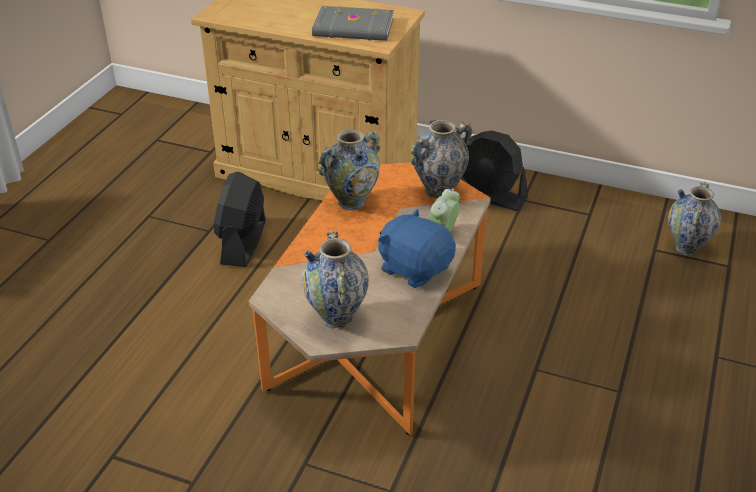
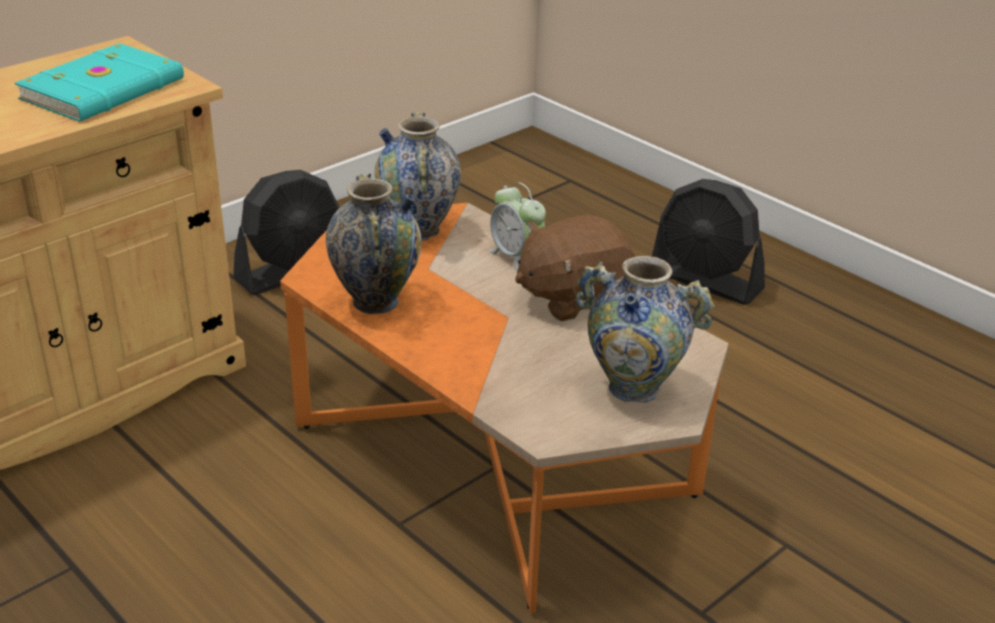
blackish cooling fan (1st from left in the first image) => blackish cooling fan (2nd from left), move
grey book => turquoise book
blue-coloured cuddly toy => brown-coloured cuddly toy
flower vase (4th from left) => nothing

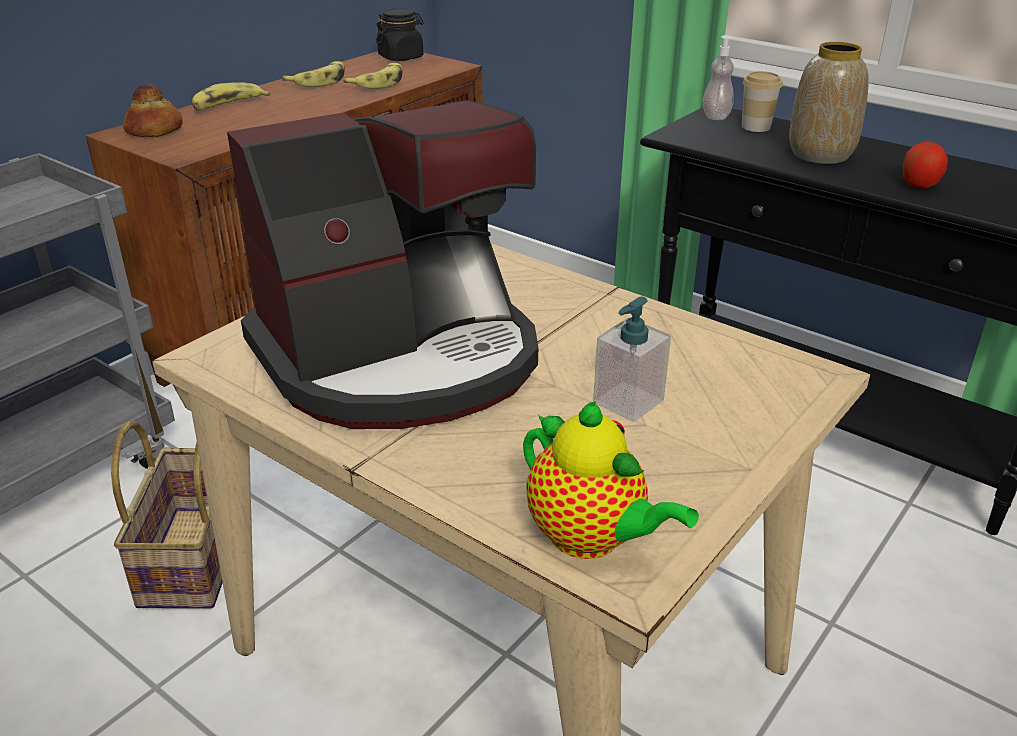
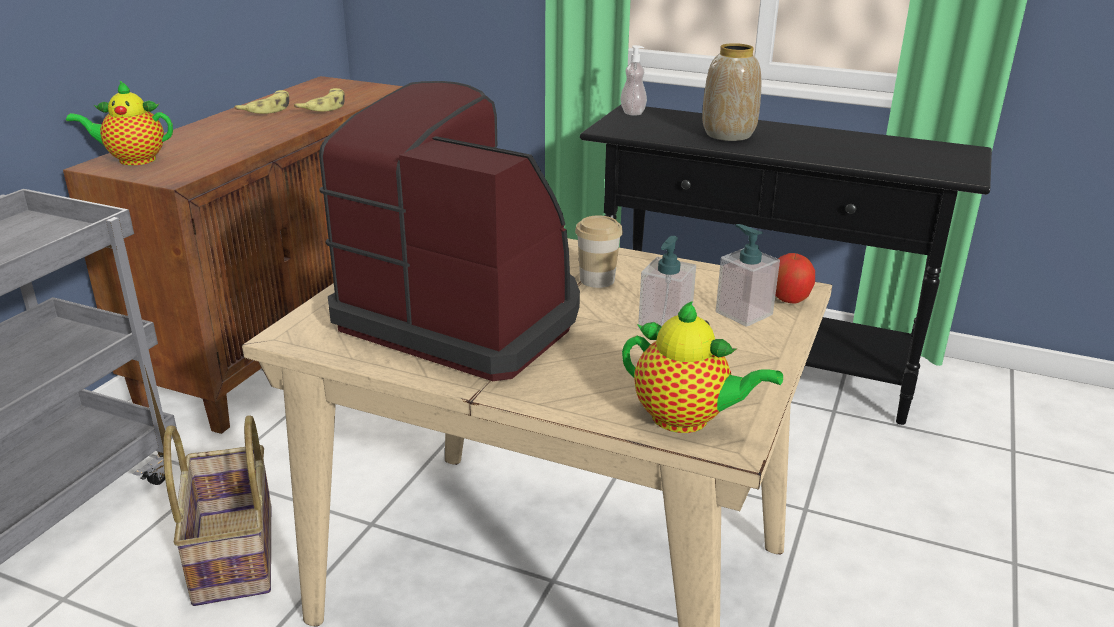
baked bread => pot for tea (1st from left)
whole banana (1st from left) => nothing
coffee machine, 105 degrees counterclockwise
blackish storage jar => nothing
small cup, move
whole apple, move
nothing => soap dispenser (3rd from left)

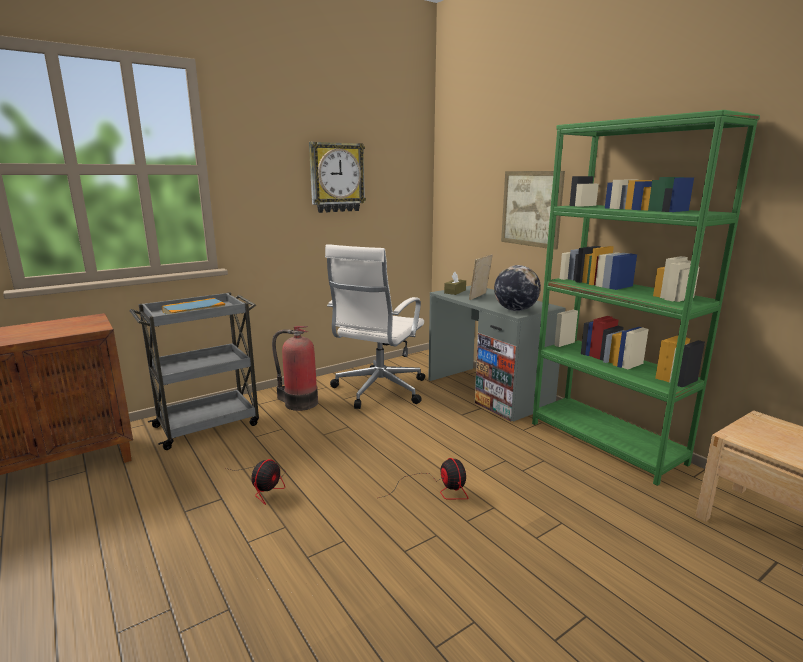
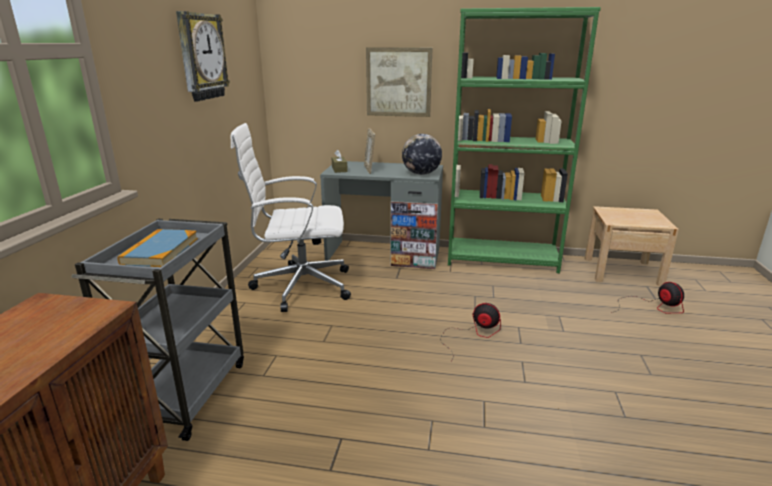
cooling fan (1st from left in the first image) => cooling fan (2nd from left), move
extinguisher => nothing
white office chair, 105 degrees clockwise

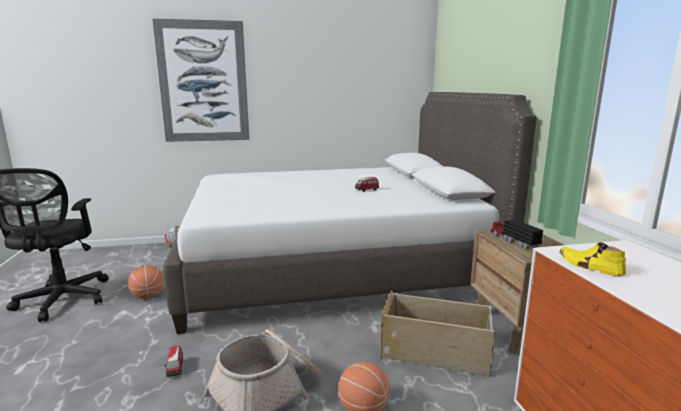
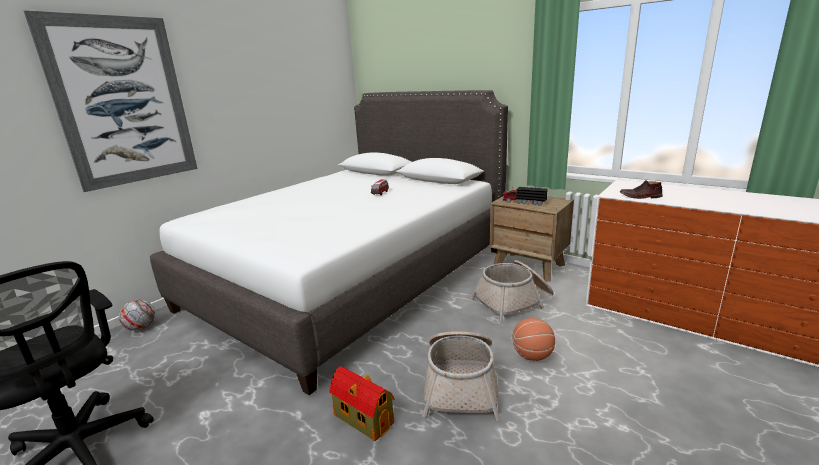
basketball (1st from left) => nothing
miniature car (1st from left) => model house
sand-coloured storage container => household basket (2nd from left)
yellowish item of footwear => brown-coloured item of footwear

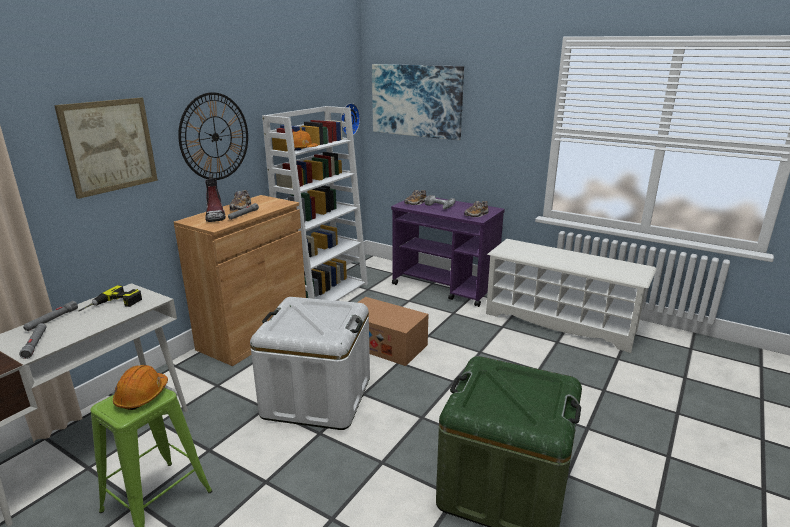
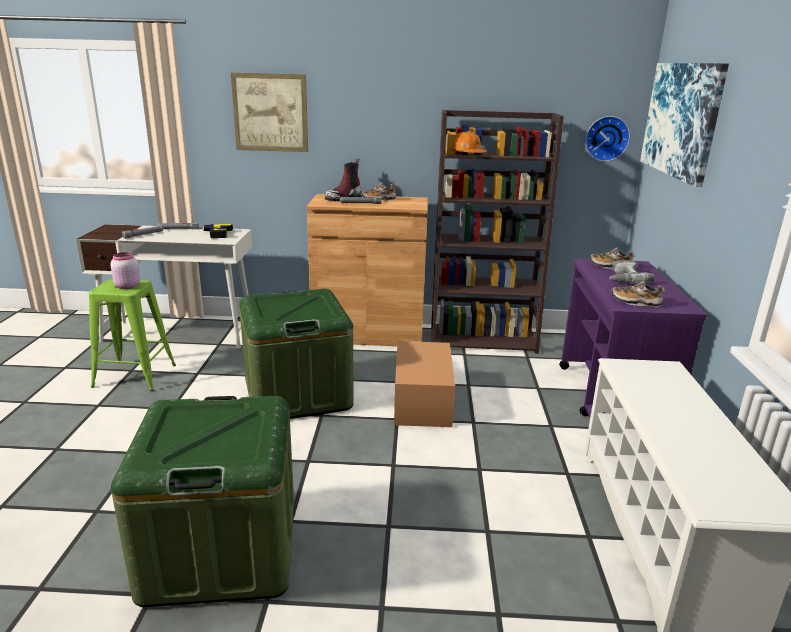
orange hard hat (1st from left) => pinkish storage jar
hanging clock (1st from left) => nothing
white storage container => greenish storage container (2nd from left)
white bookcase => brown-coloured bookcase

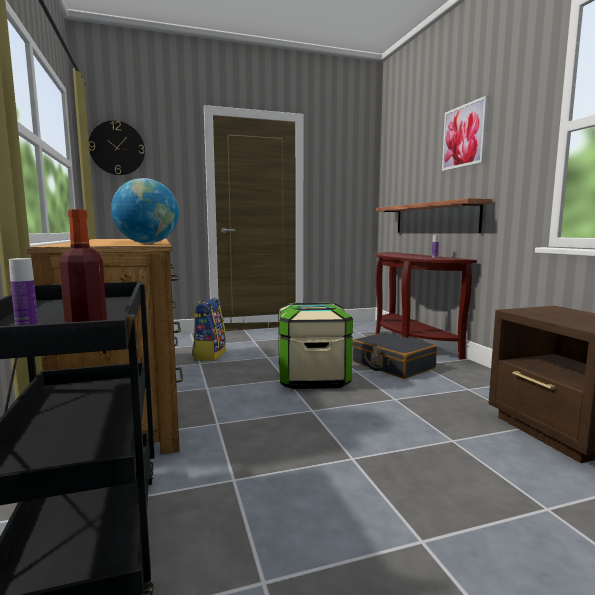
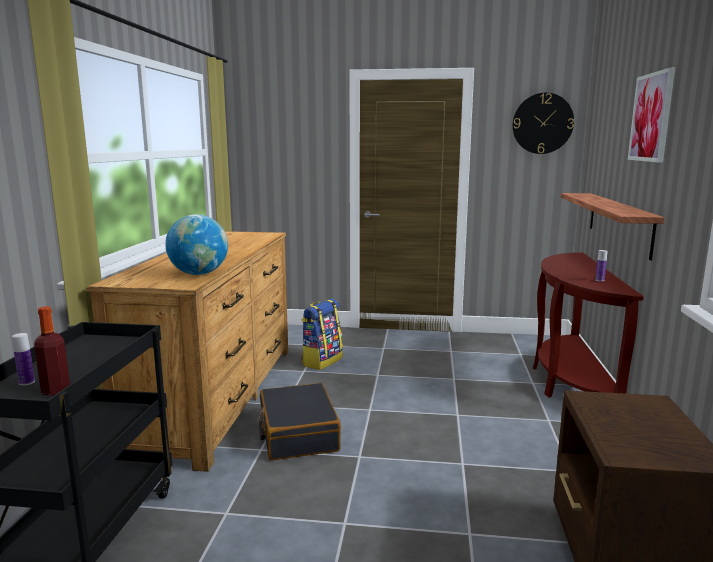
hanging clock, move
storage container => nothing
blackish suitcase, move

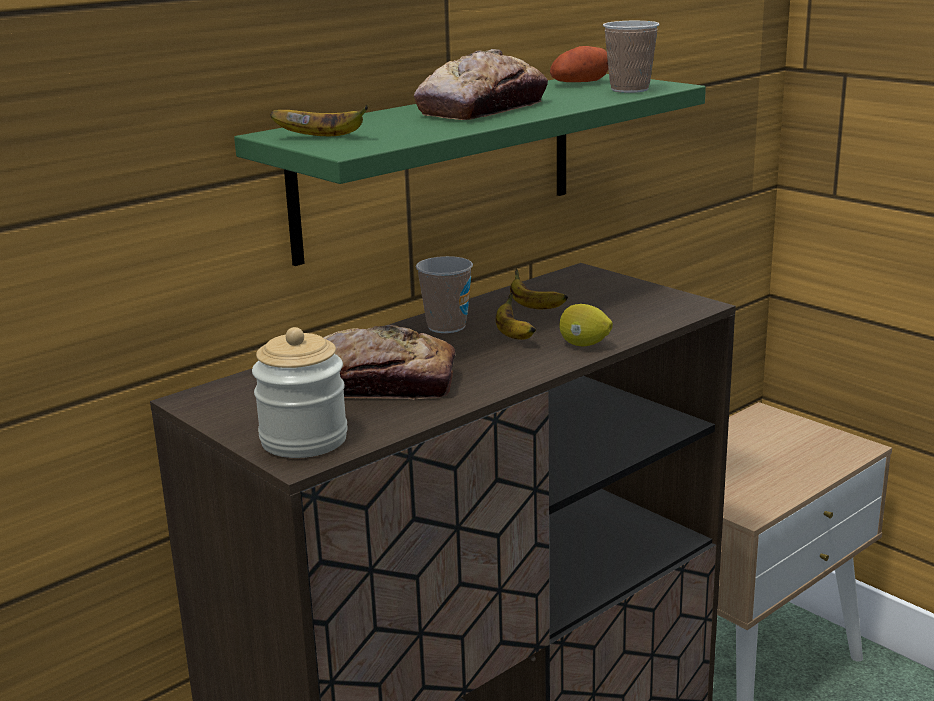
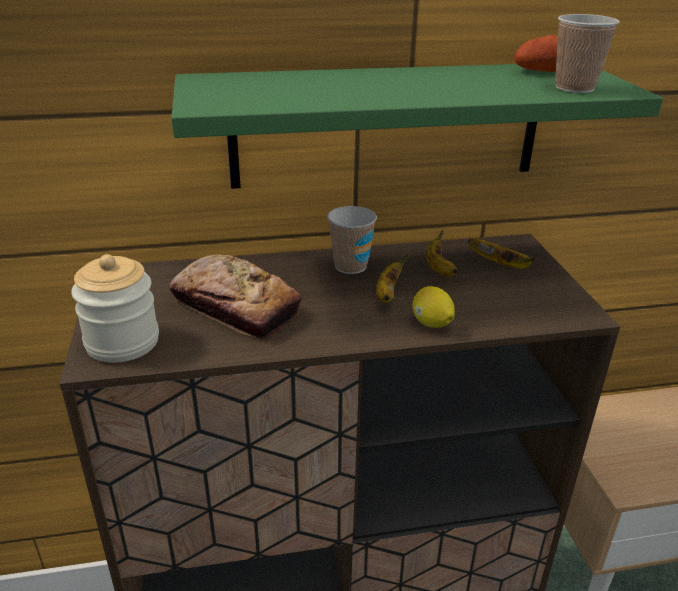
whole banana (1st from left in the first image) => whole banana (3rd from left), move
baked bread (2nd from left) => nothing

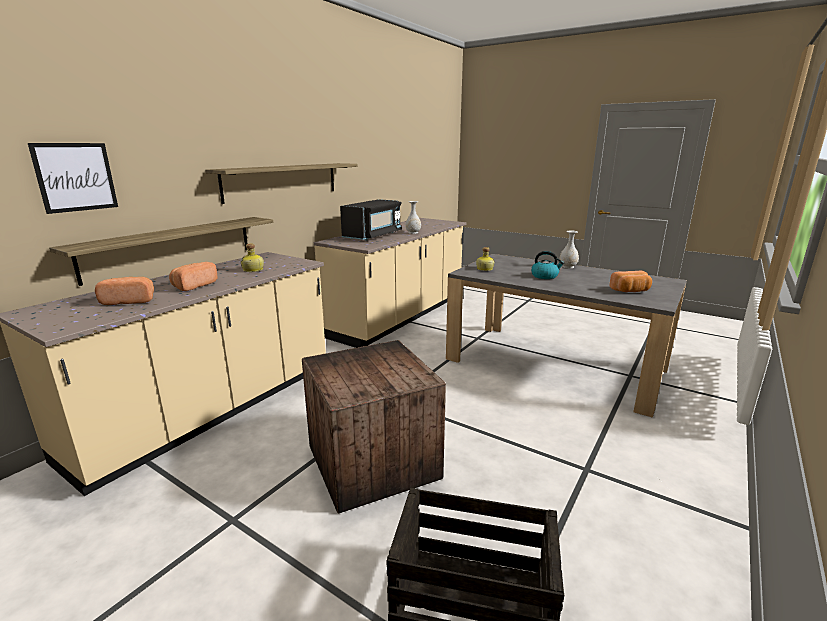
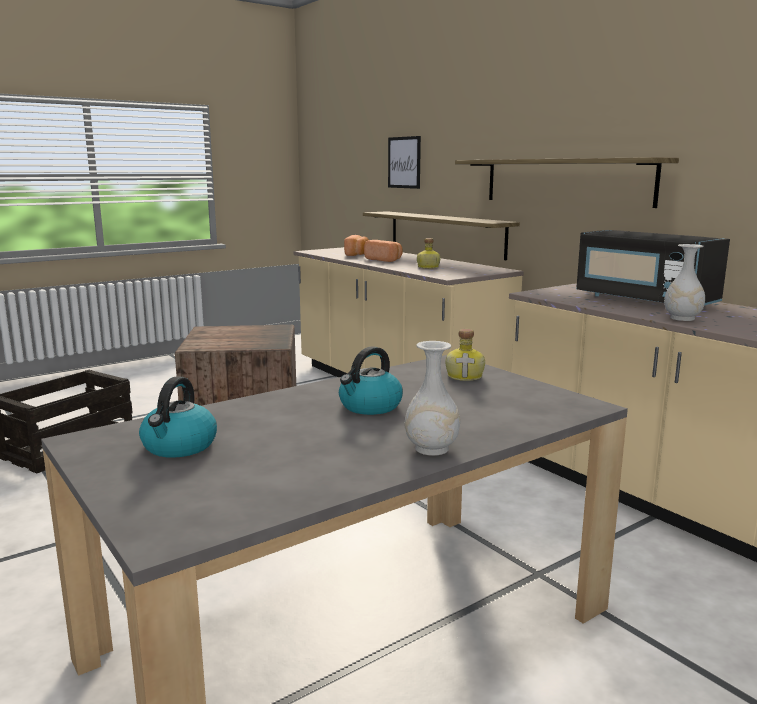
baked bread (3rd from left) => water kettle (1st from left)

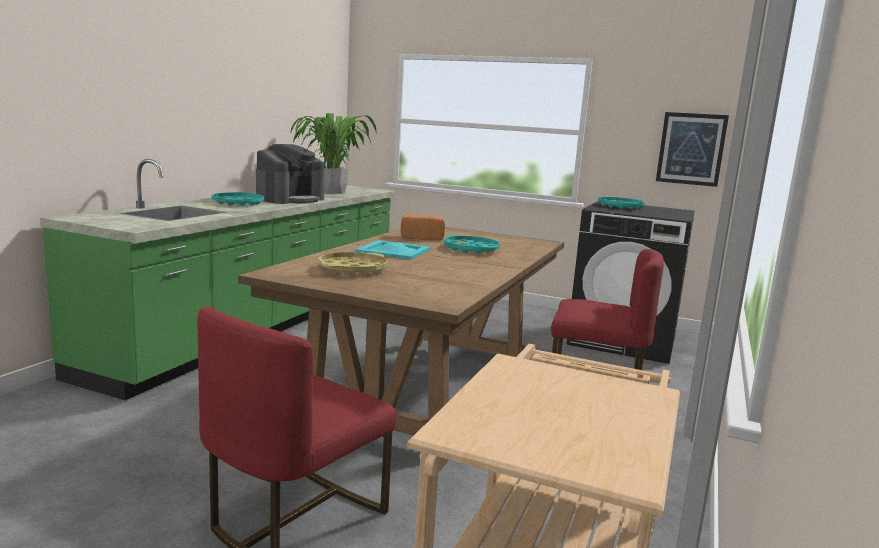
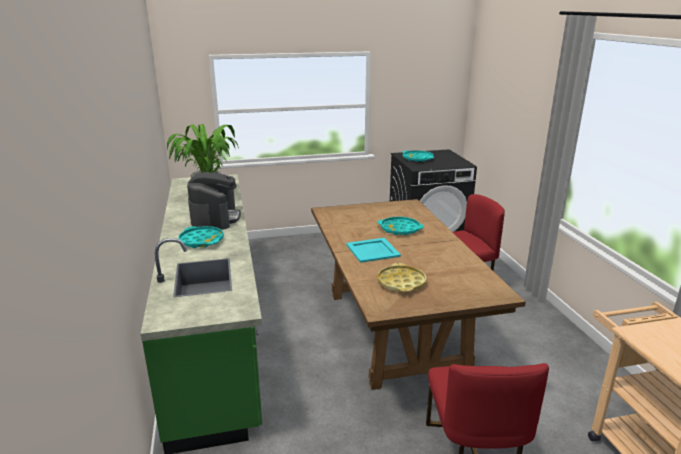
baked bread => nothing
picture => nothing

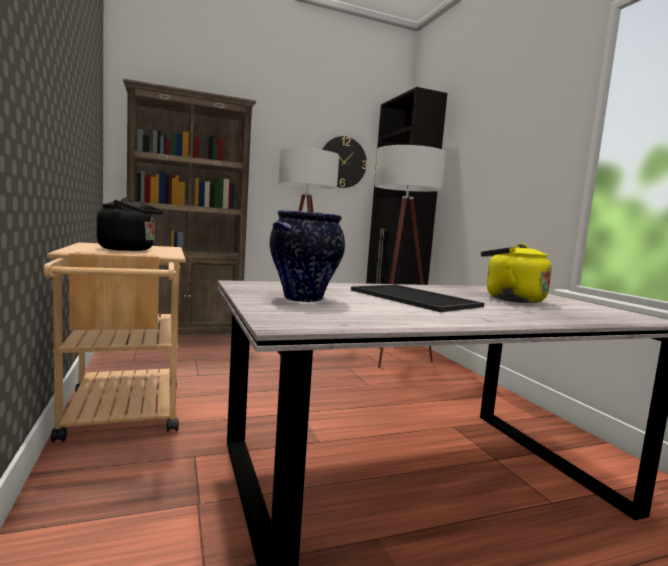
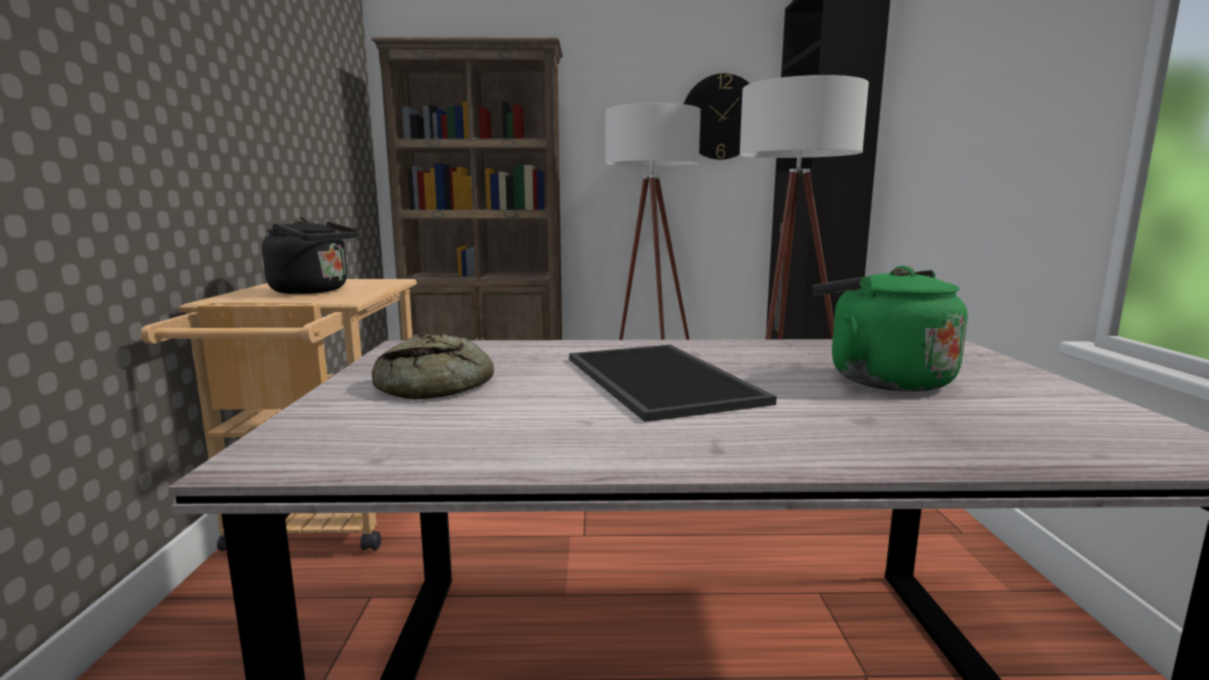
flower vase => baked bread
yellowish water kettle => greenish water kettle

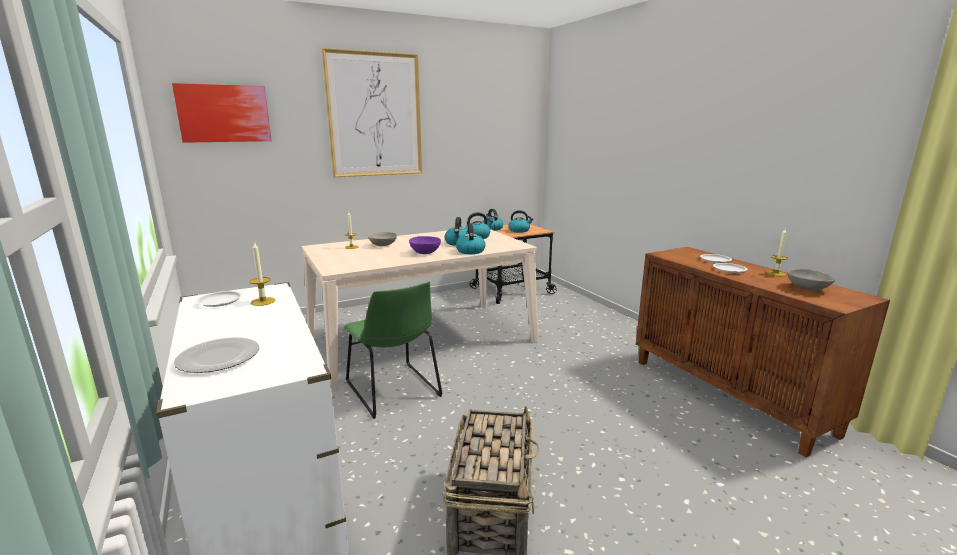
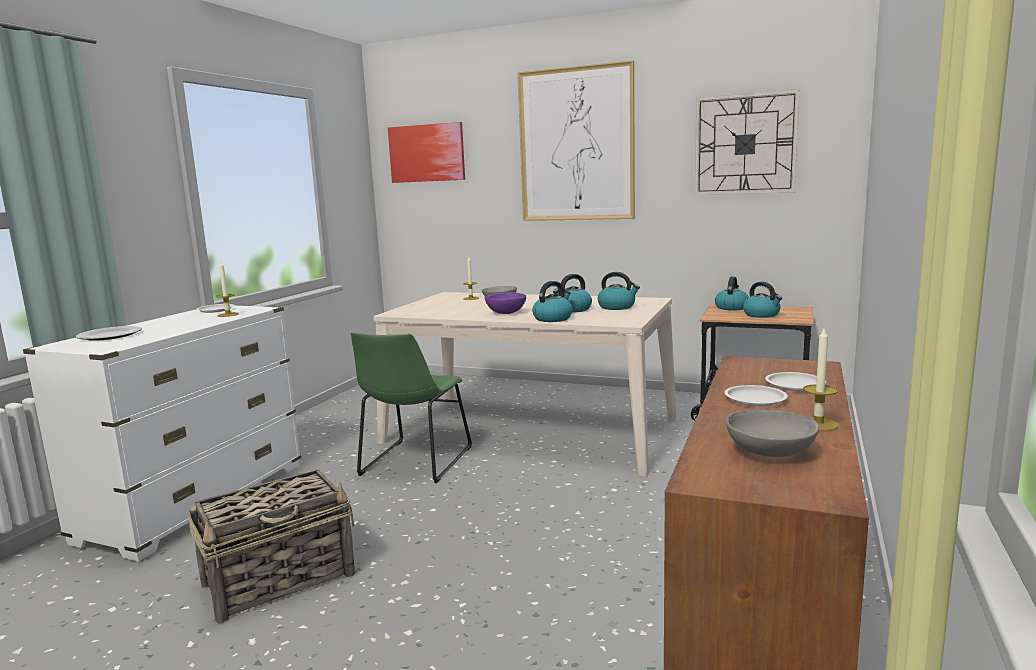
nothing => hanging clock

